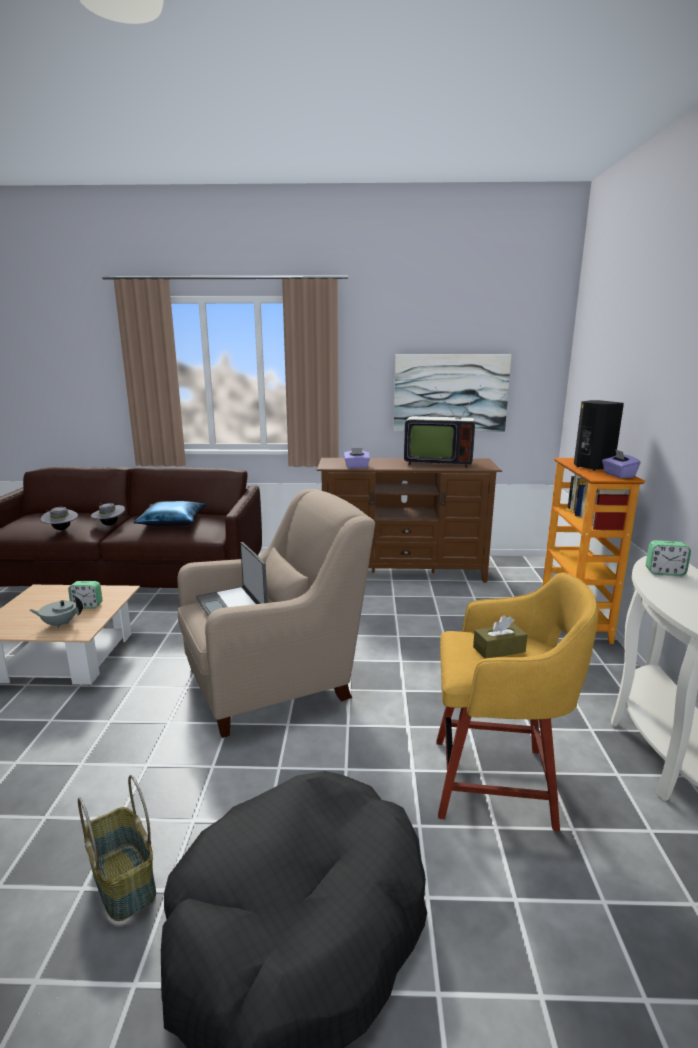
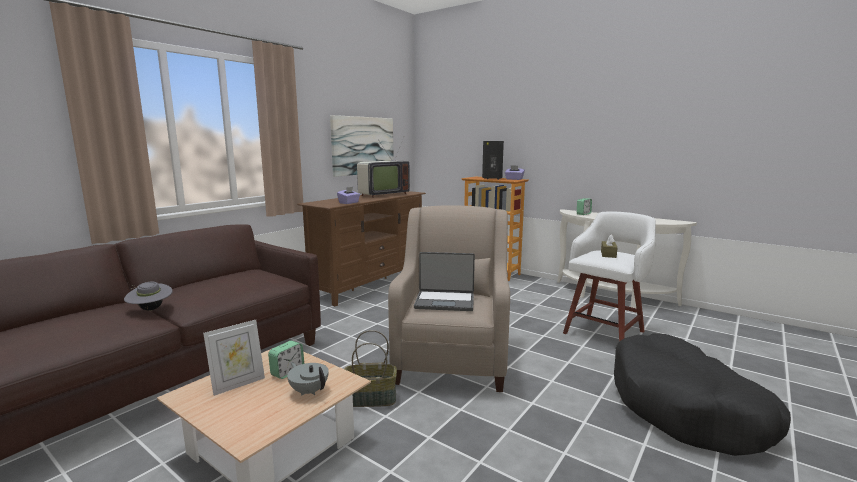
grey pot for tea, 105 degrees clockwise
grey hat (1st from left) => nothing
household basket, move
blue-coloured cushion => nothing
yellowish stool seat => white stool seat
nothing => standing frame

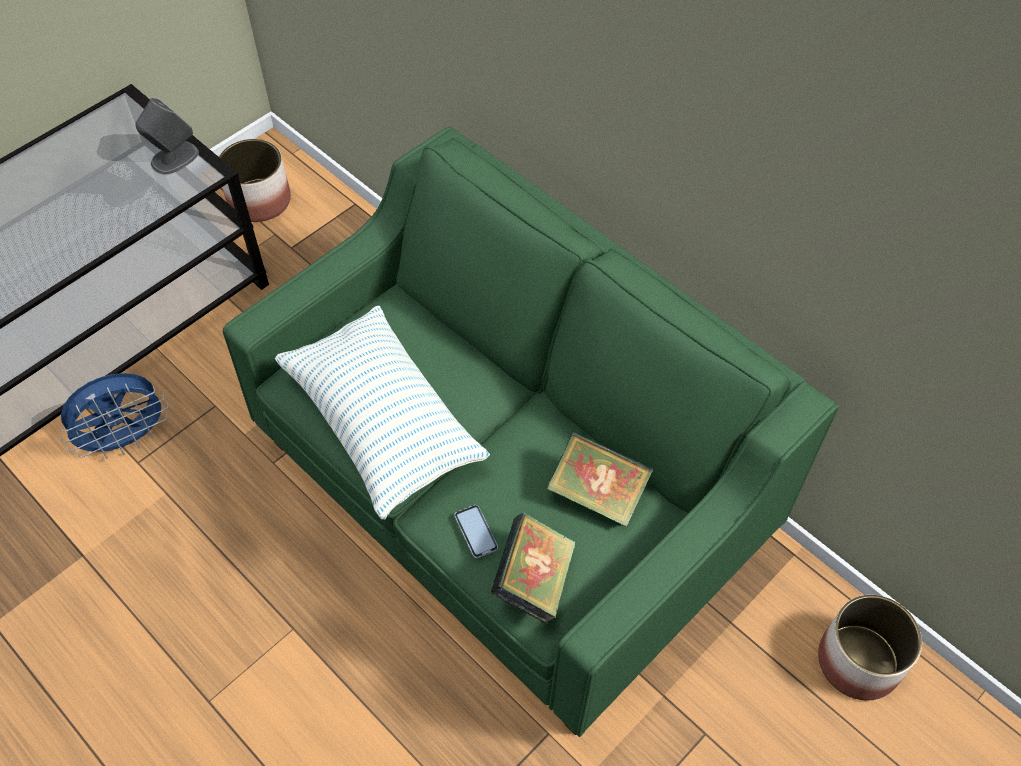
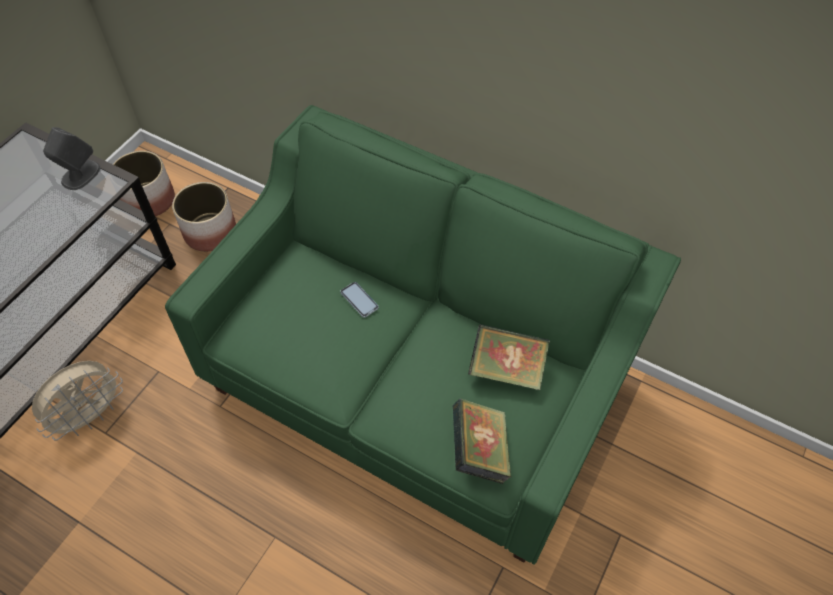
blue-coloured cooling fan => sand-coloured cooling fan
cushion => nothing
phone, move
planter (2nd from left), move

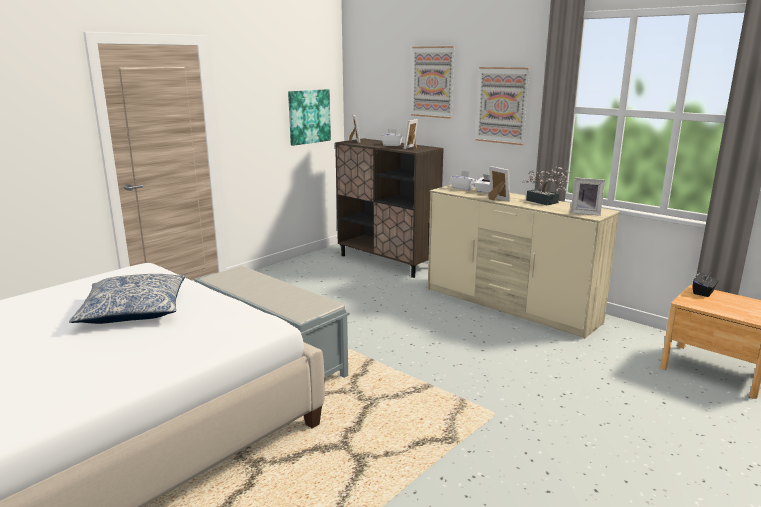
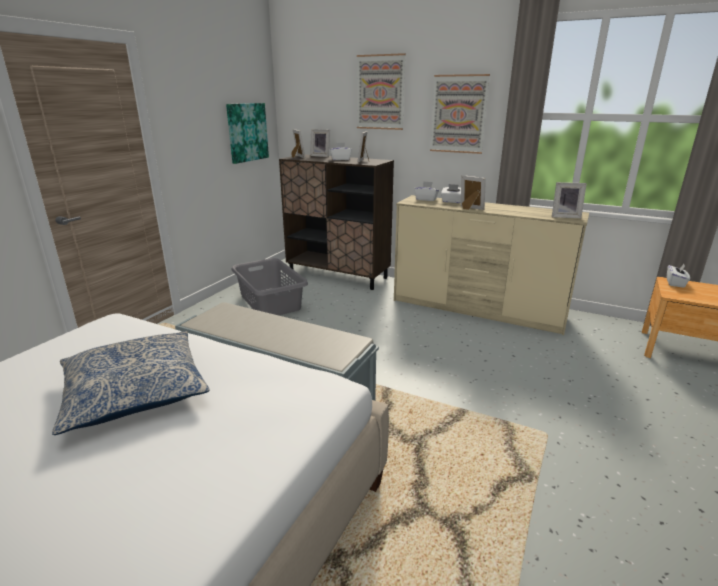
plant in a pot => nothing
blackish box of tissues => white box of tissues (4th from left)
nothing => grey washing basket
nothing => standing frame (2nd from left)

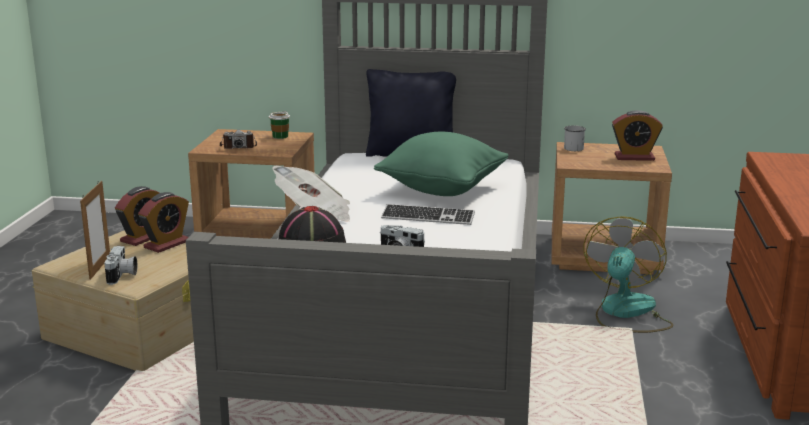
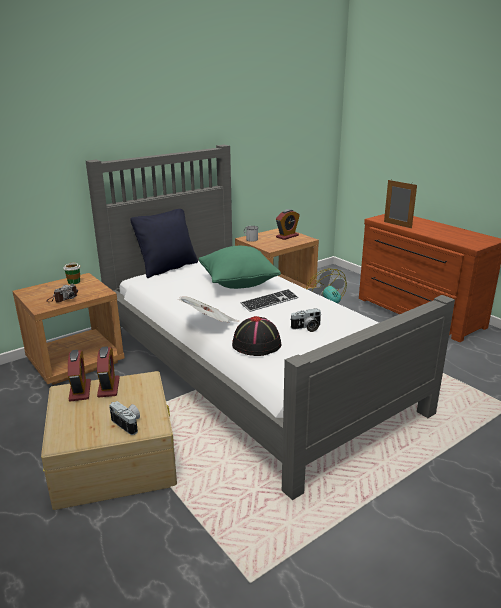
standing frame, move

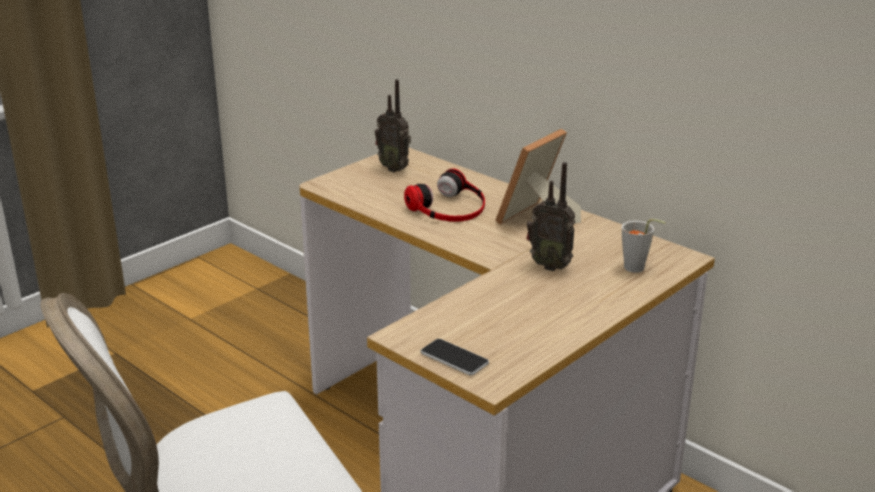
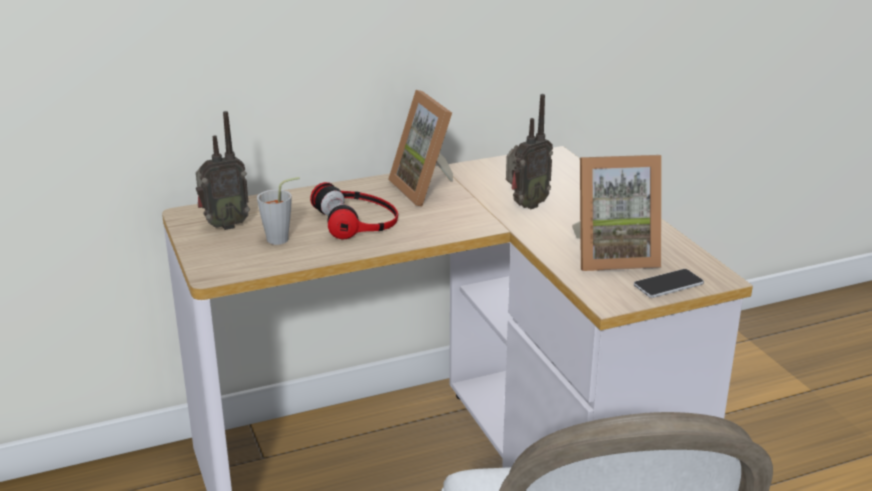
grey small cup, move
nothing => standing frame (2nd from left)

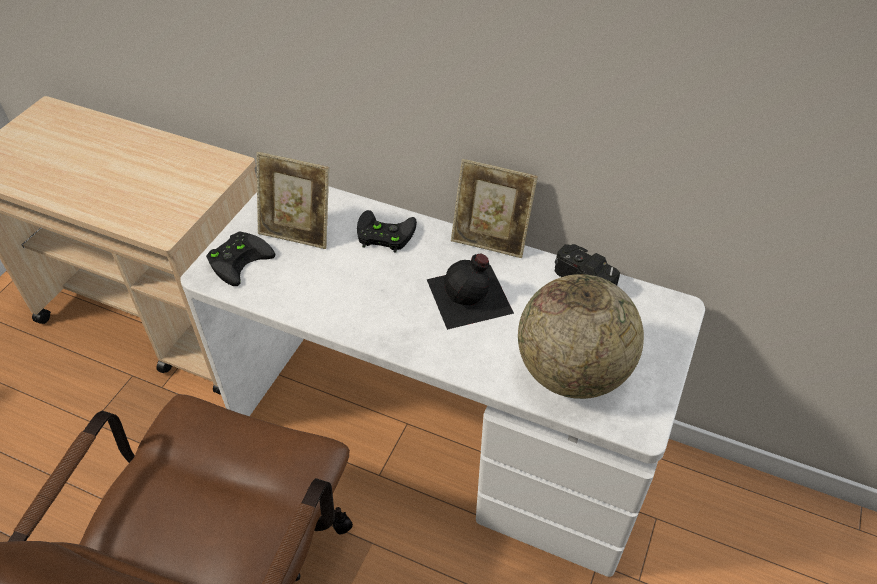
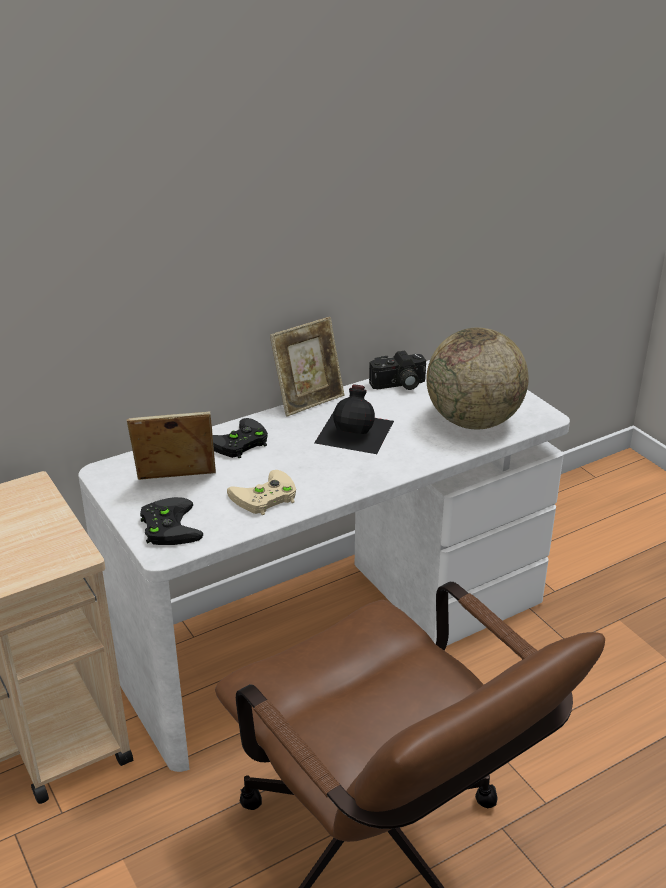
standing frame (1st from left), 150 degrees counterclockwise
nothing => sand-coloured gamepad

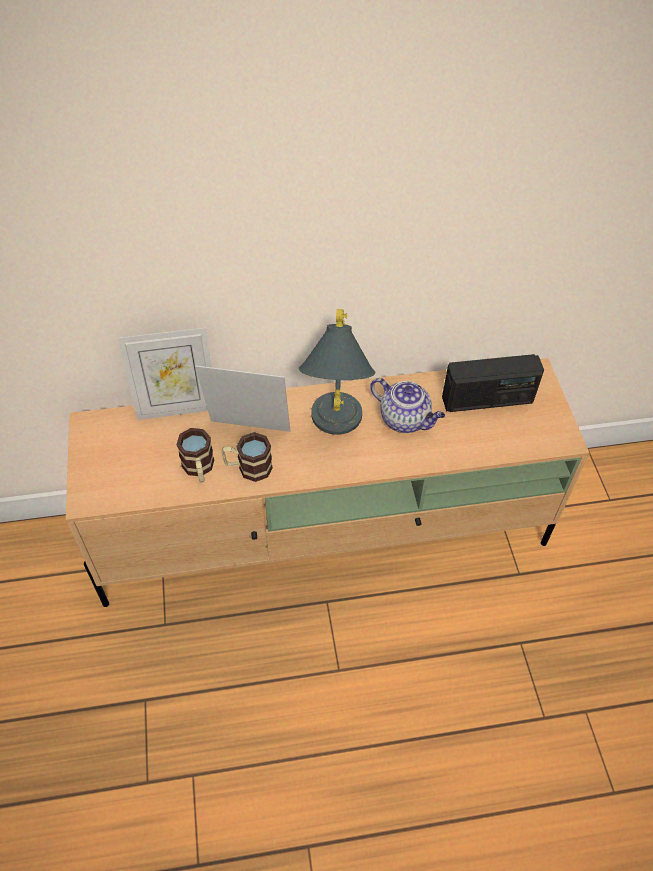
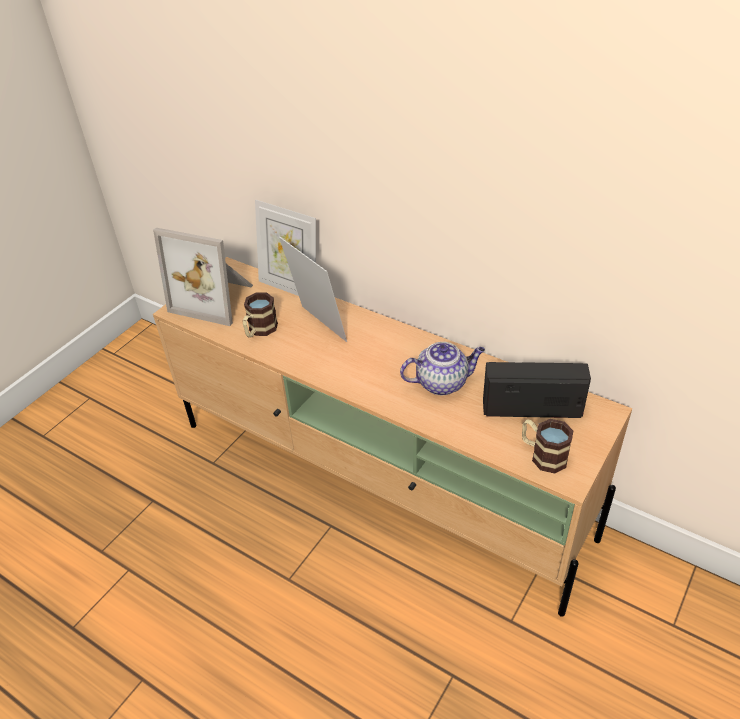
mug (2nd from left), move
grey table lamp => nothing
pot for tea, 90 degrees counterclockwise
radio set, 150 degrees clockwise
nothing => standing frame (1st from left)

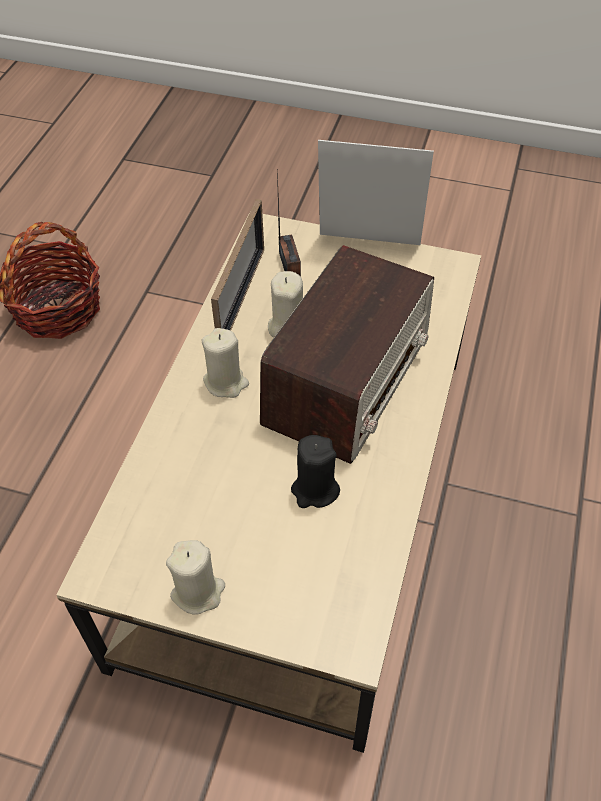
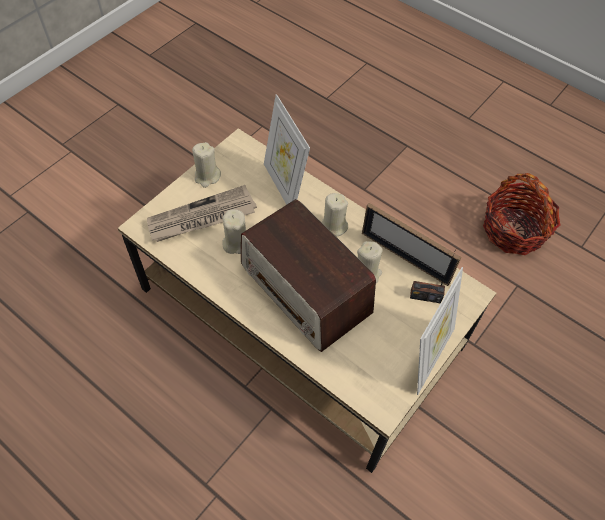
blackish wax candle => sand-coloured wax candle (2nd from left)
nothing => printed paper
nothing => standing frame (1st from left)

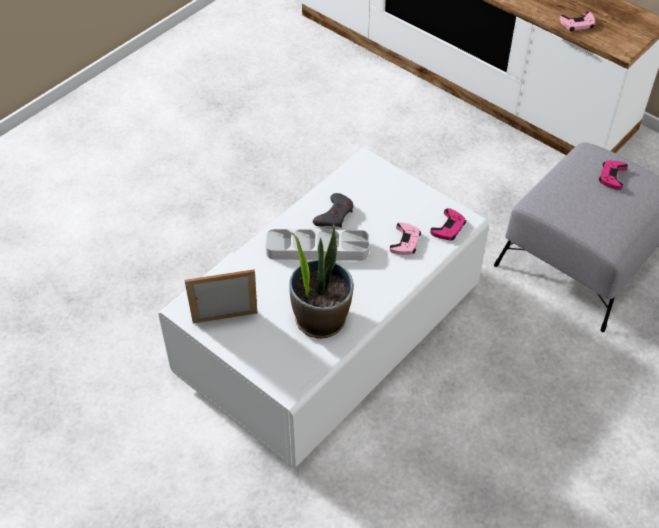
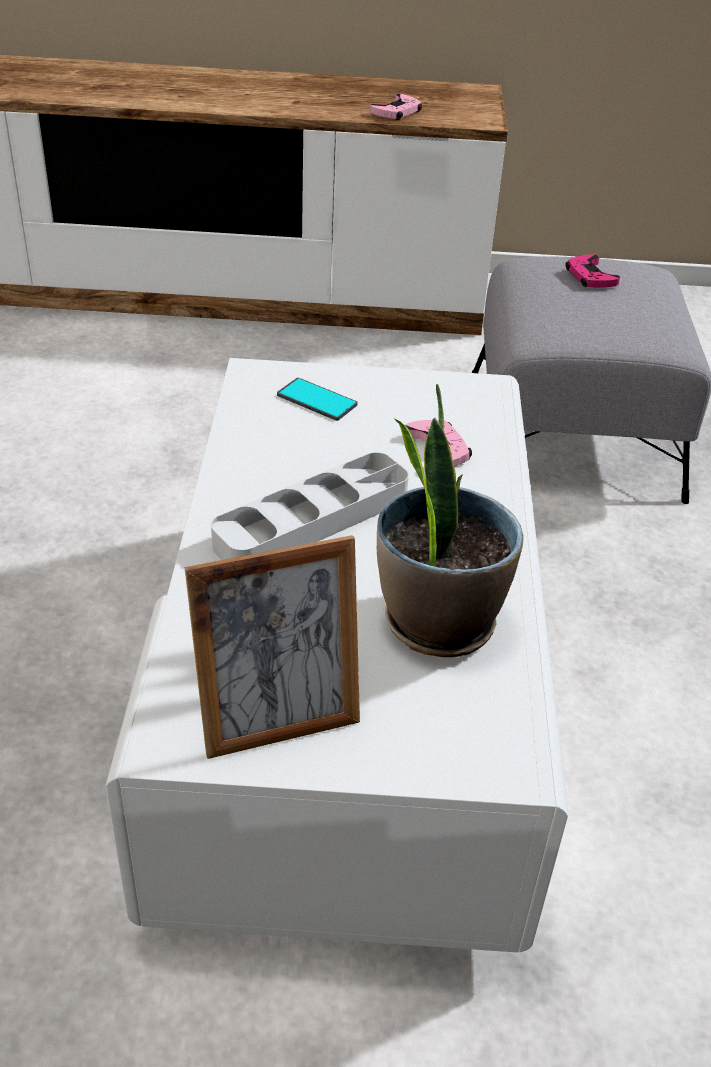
standing frame, 150 degrees counterclockwise
grey gamepad => nothing
pinkish gamepad (2nd from left) => nothing
nothing => phone

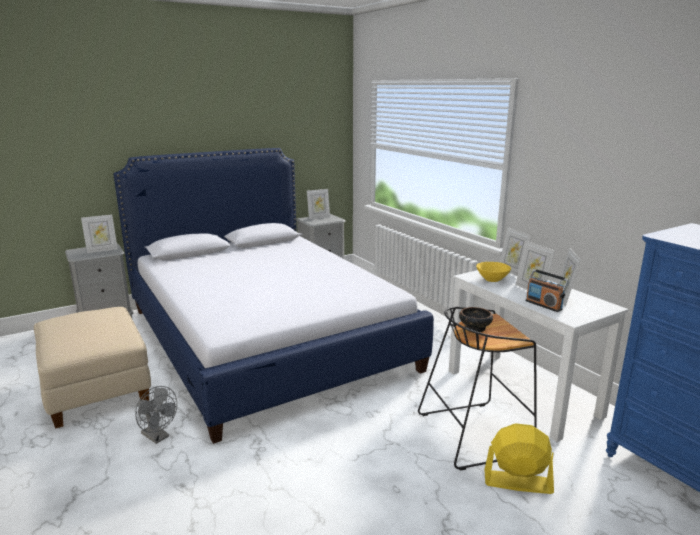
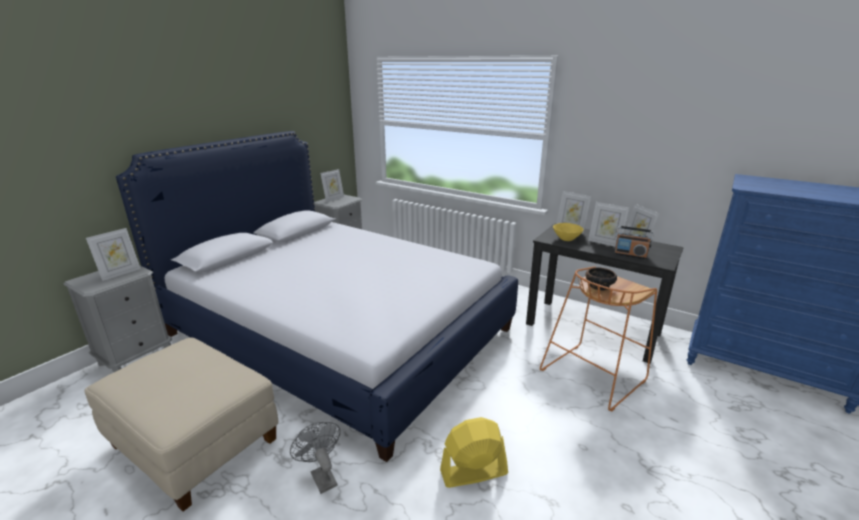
grey cooling fan, 135 degrees counterclockwise
blackish stool seat => orange stool seat
white desk table => blackish desk table
yellowish cooling fan, move

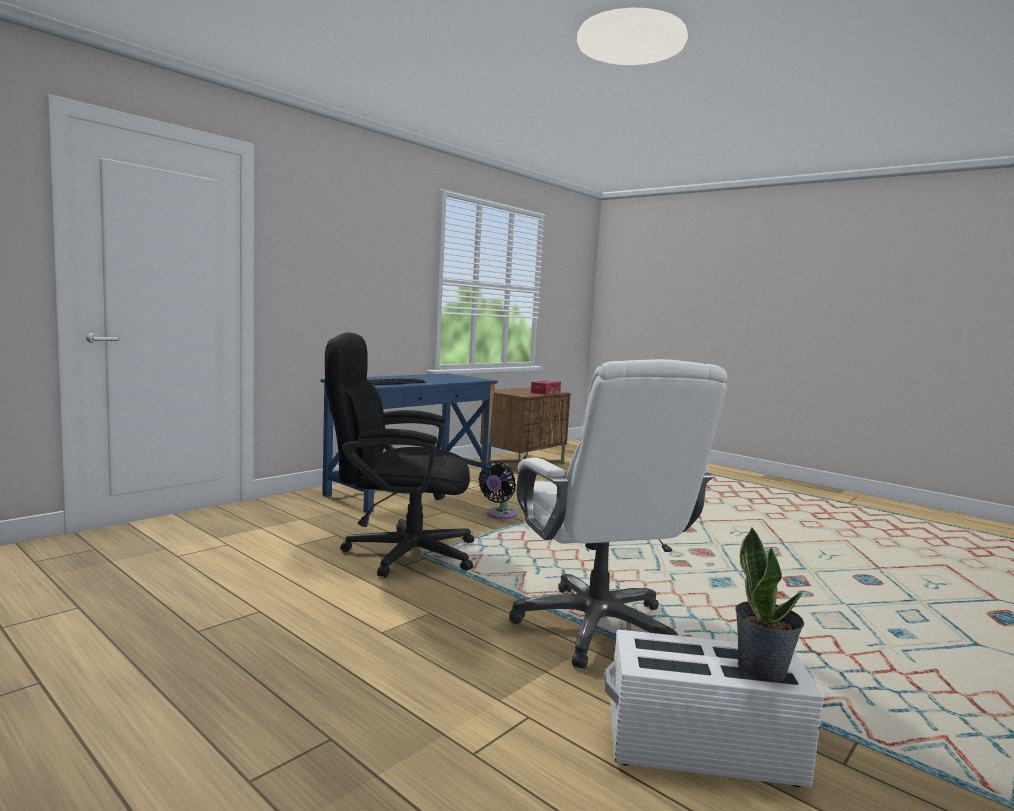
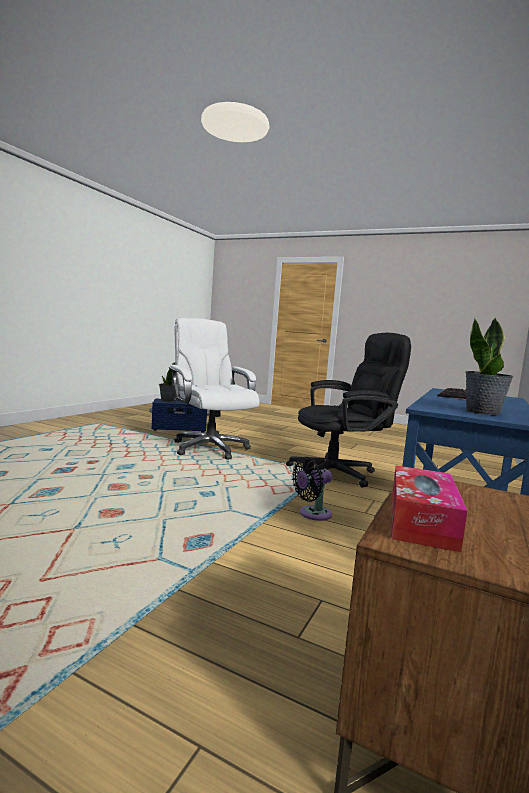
blackish cooling fan, 135 degrees counterclockwise
white storage container => blue-coloured storage container
nothing => plant in a pot (2nd from left)

